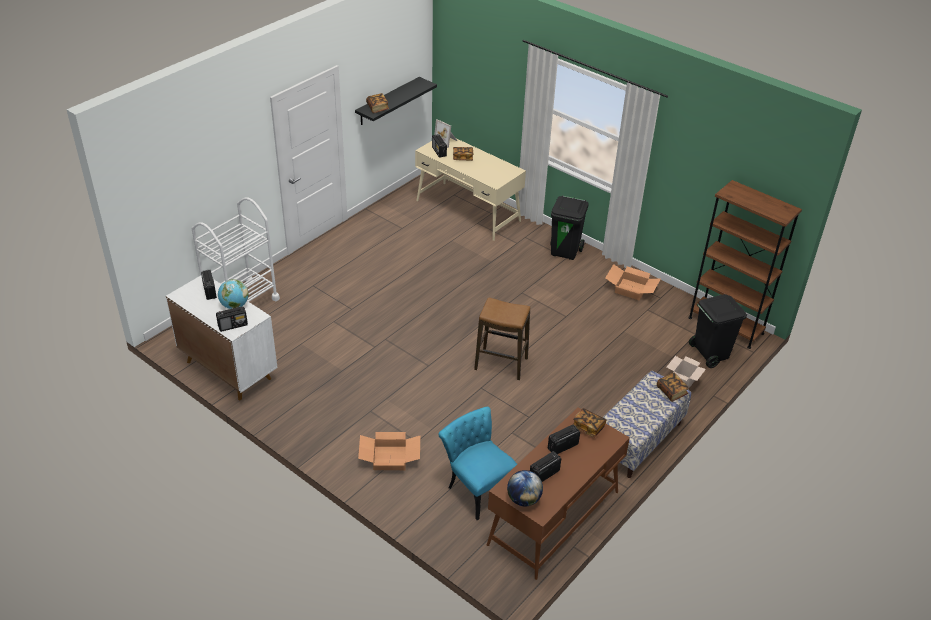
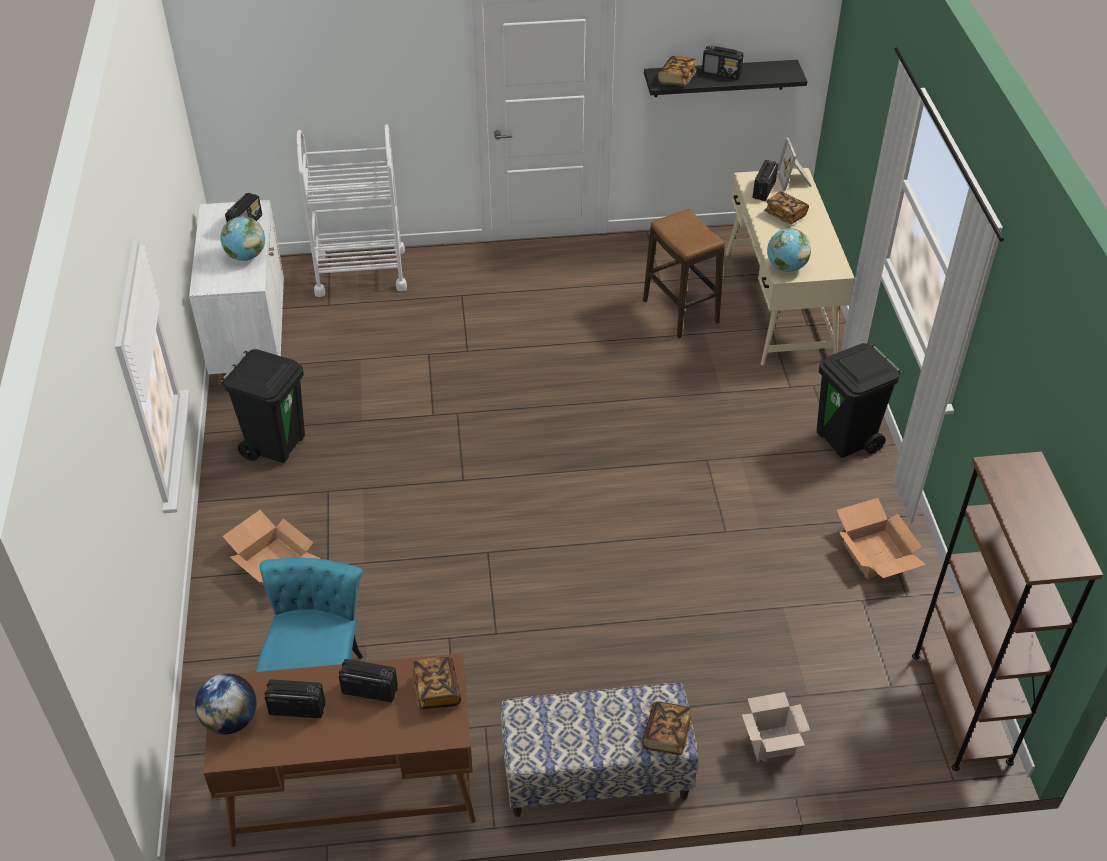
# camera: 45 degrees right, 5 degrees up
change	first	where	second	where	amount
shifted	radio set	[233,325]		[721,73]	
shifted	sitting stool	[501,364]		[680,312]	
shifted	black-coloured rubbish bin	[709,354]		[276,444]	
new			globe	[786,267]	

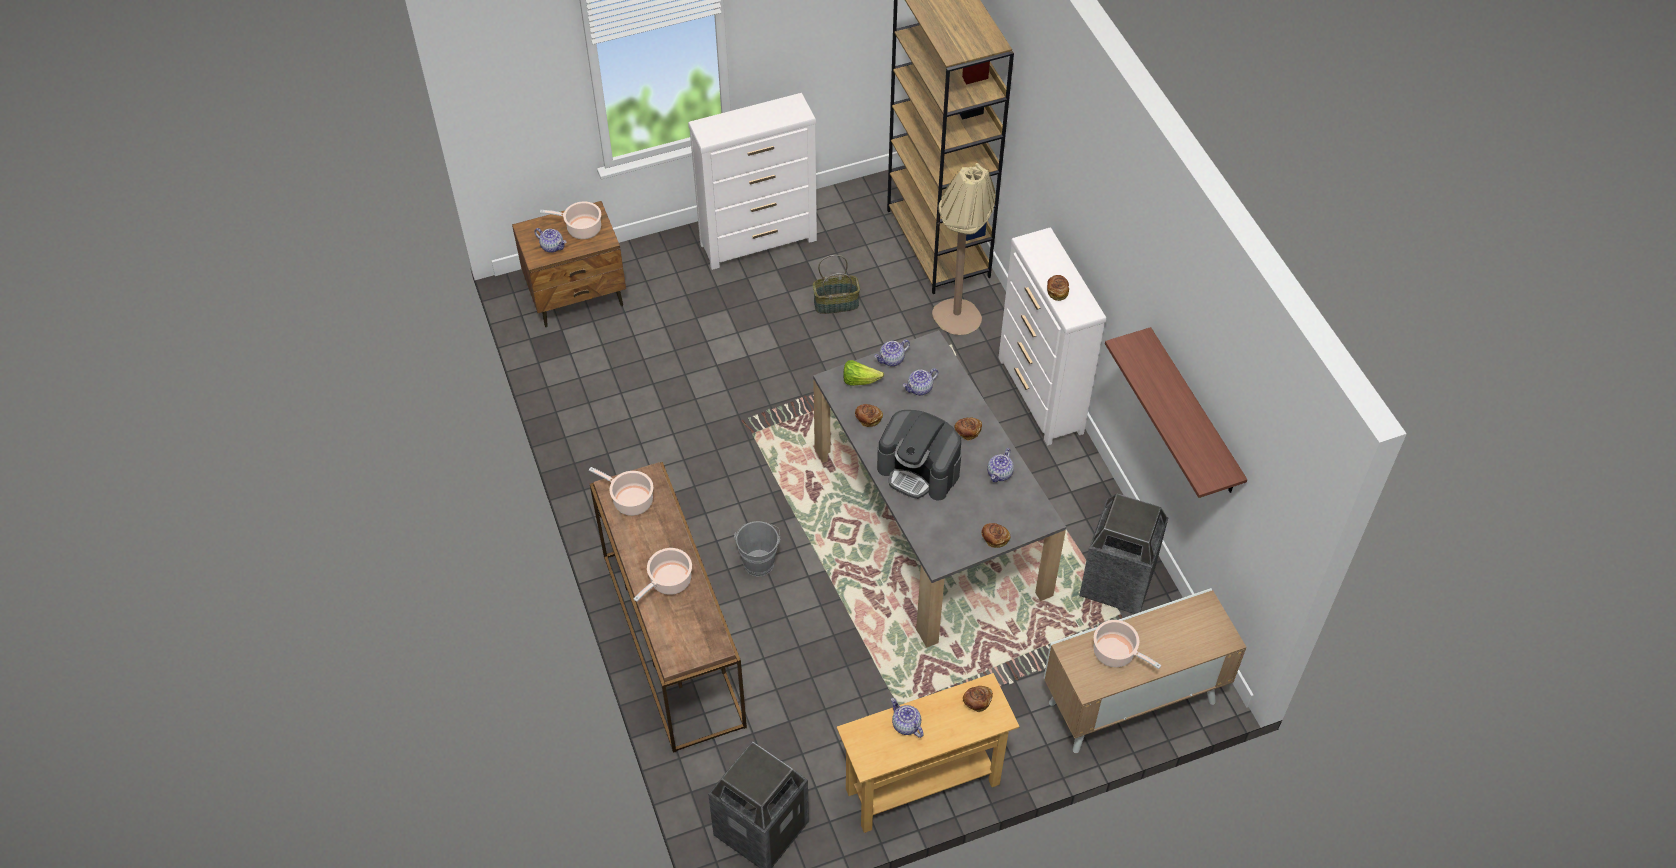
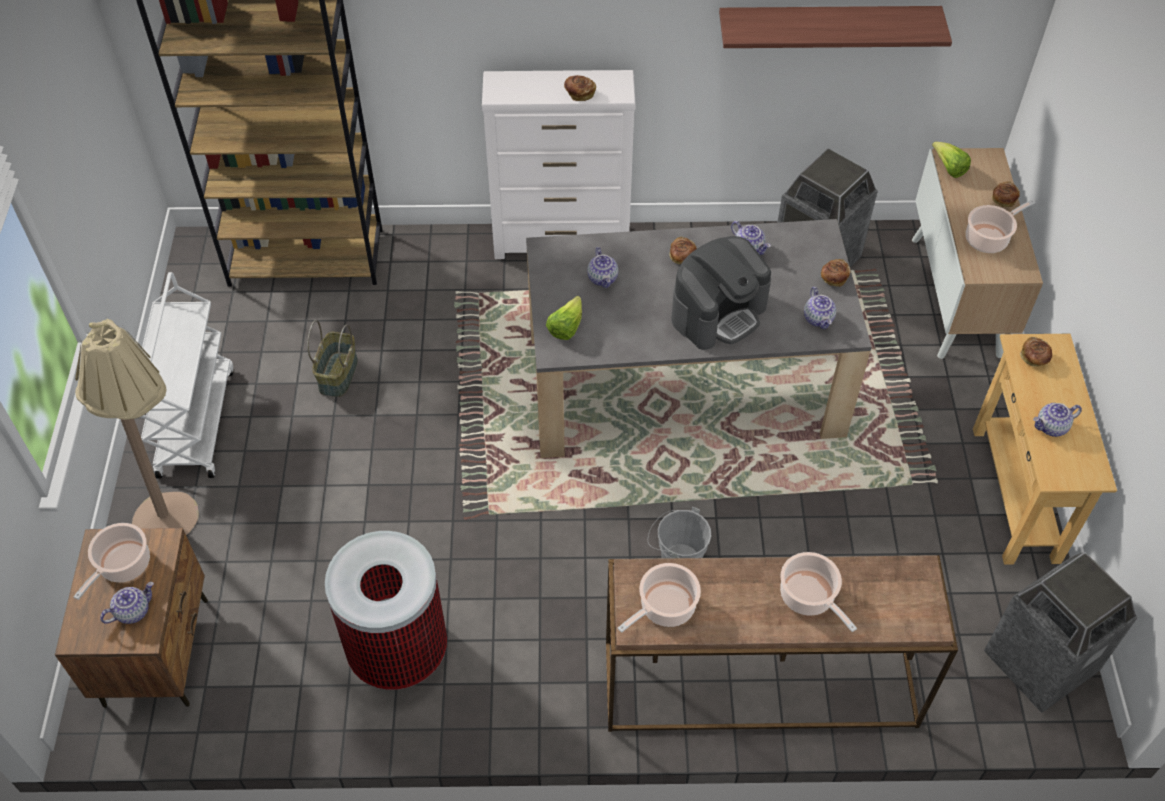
# camera: 70 degrees left, 0 degrees up
change	first	where	second	where	amount
swapped	white chest of drawers	[759,242]	white cart	[195,421]	
shifted	baked bread	[868,419]		[1003,200]	
shifted	teapot	[891,360]		[819,319]	
shifted	sand-coloured standard lamp	[955,326]		[178,525]	
new			rubbish bin	[398,651]	
new			lettuce head	[948,168]	

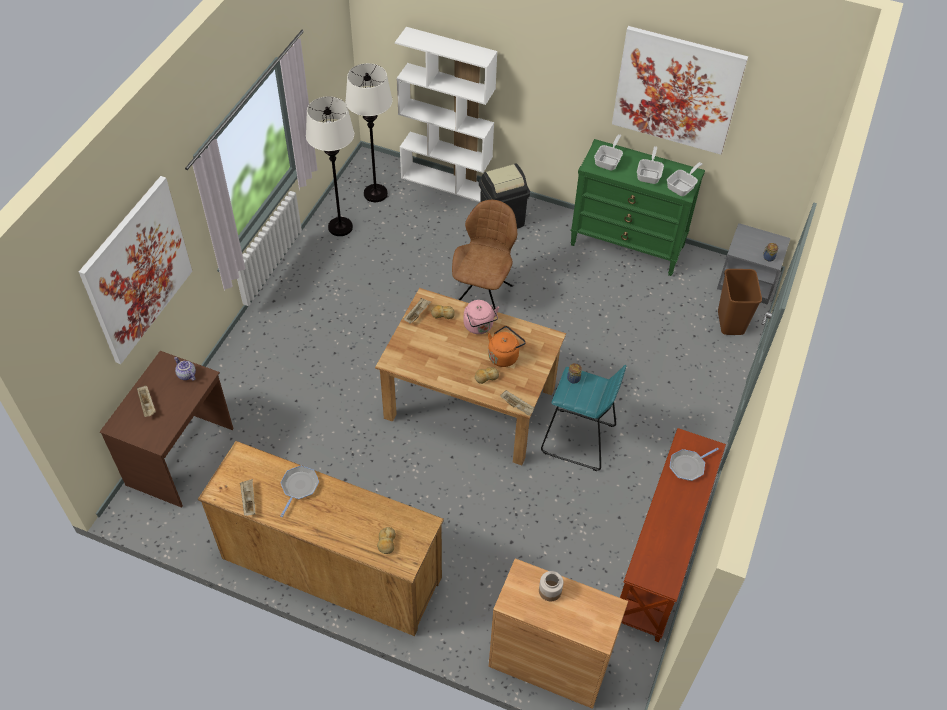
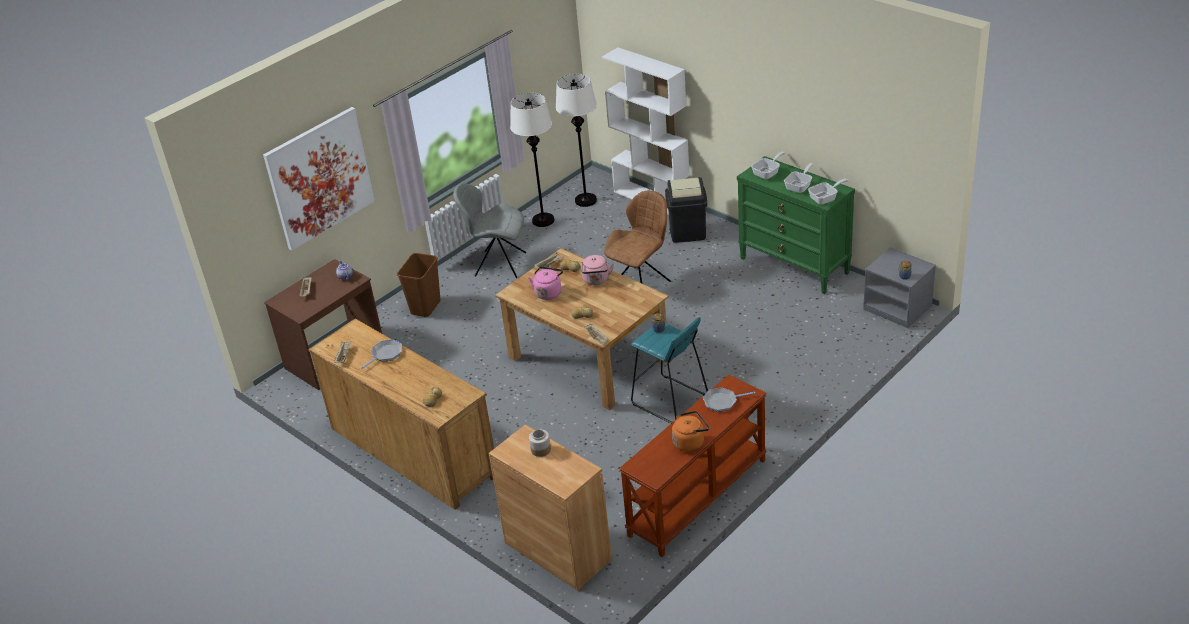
# camera: 25 degrees right, 15 degrees down
change	first	where	second	where	amount
shifted	orangey water kettle	[504,355]		[690,442]	
gone	wall art	[677,90]			
shifted	brownish rubbish bin	[731,323]		[426,308]	
new			gray plain chair	[498,264]	
new			pinkish water kettle	[548,292]	

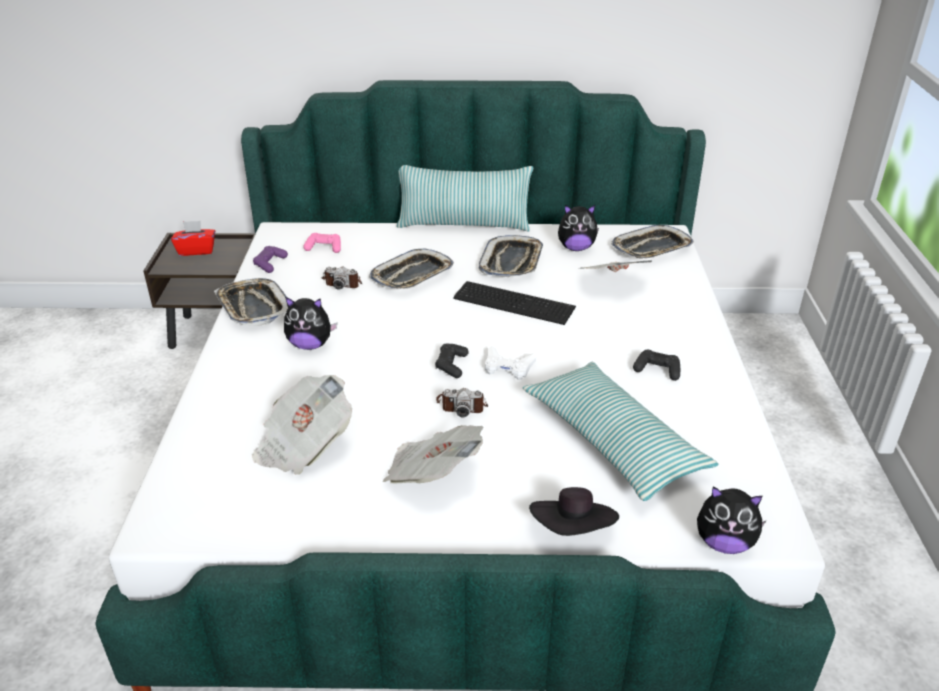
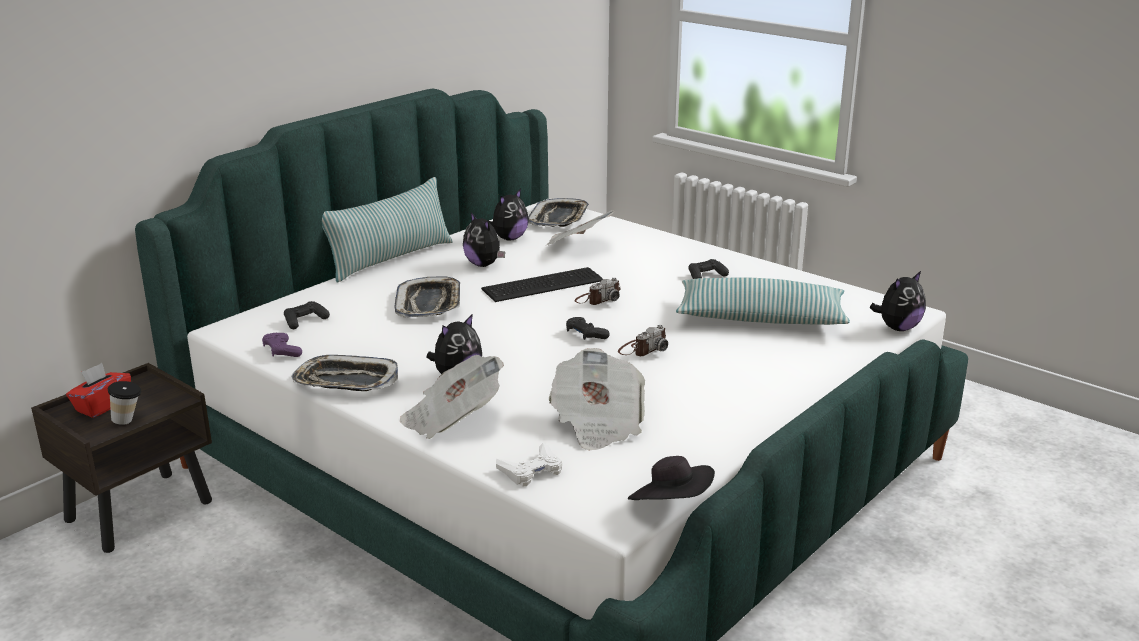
# camera: 50 degrees left, 10 degrees down
change	first	where	second	where	amount
repainted	pinkish joypad	[324,248]	black-coloured joypad	[305,321]	
shifted	still camera	[343,282]		[598,299]	
shifted	printed paper	[432,474]		[452,420]	
swapped	tray	[511,262]	cuddly toy	[484,264]	
shifted	white joypad	[508,367]		[531,471]	
shifted	black-coloured clothing hat	[573,530]		[671,504]	
new			drinking cup	[129,421]	

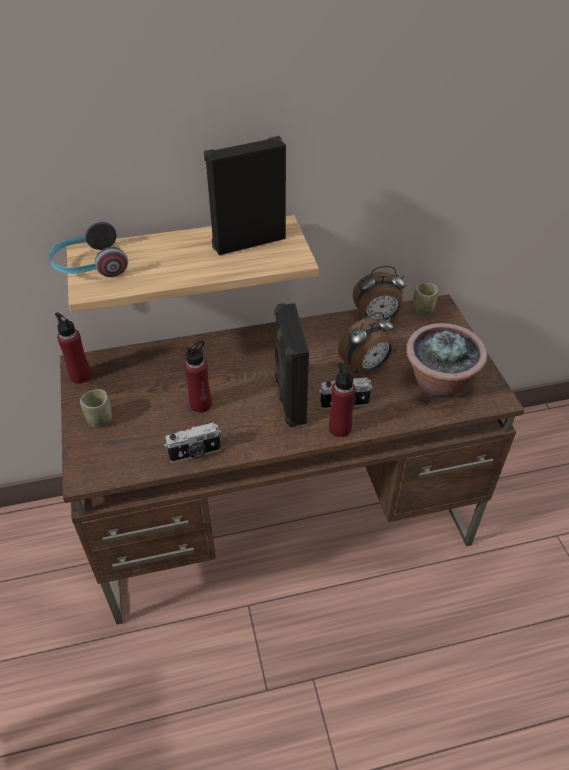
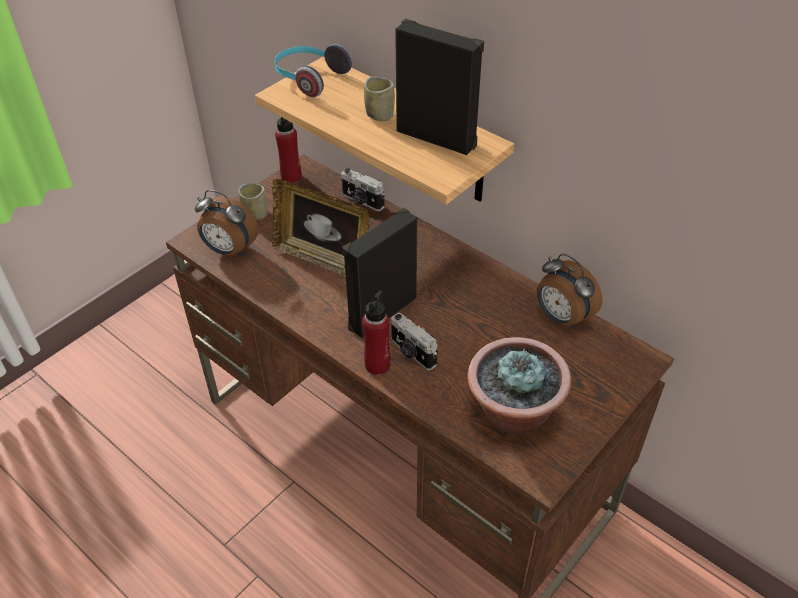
# camera: 55 degrees right, 0 degrees up
change	first	where	second	where	amount
shifted	still camera	[195,453]		[362,201]	
swapped	red drink bottle	[201,404]	photo frame	[323,259]	
shifted	bedside clock	[365,367]		[229,250]	
shifted	drinking cup	[422,310]		[379,115]	

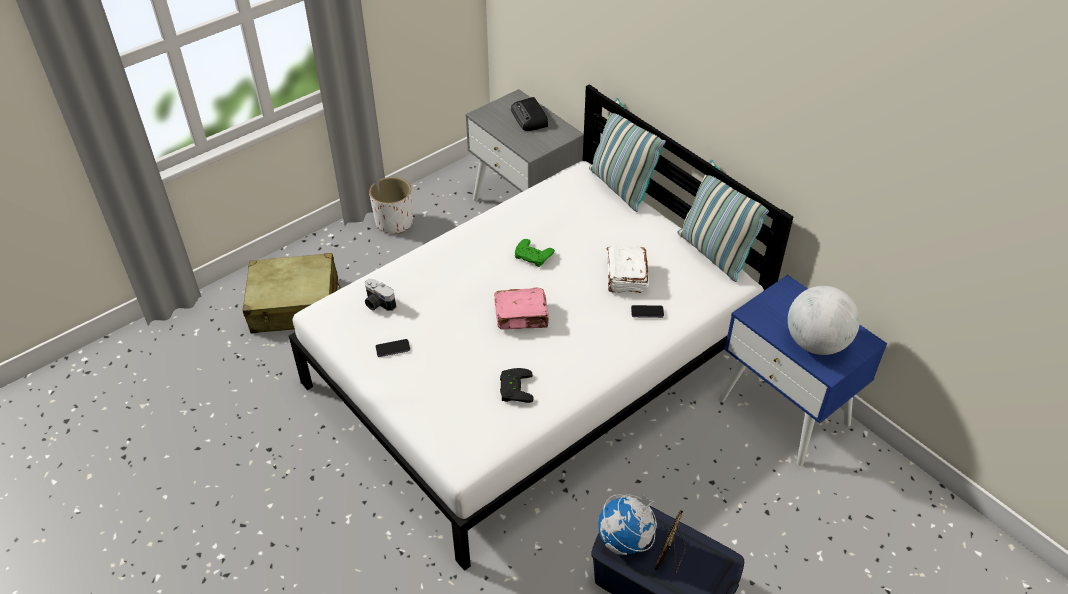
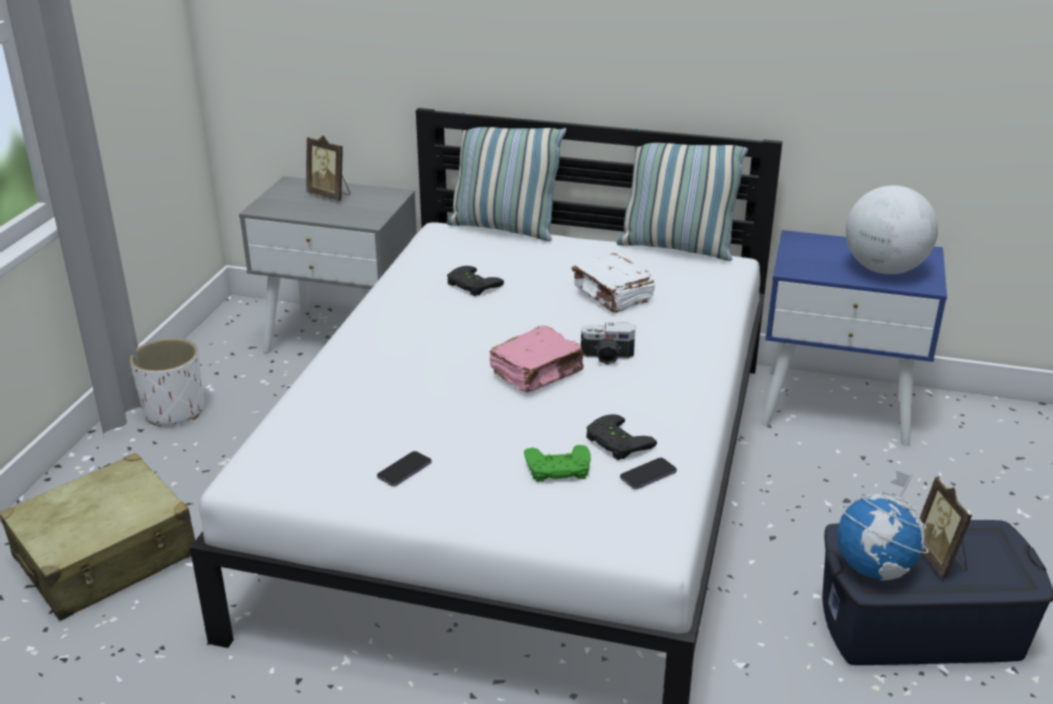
# camera: 35 degrees left, 15 degrees down
change	first	where	second	where	amount
shifted	still camera	[378,304]		[607,357]	
swapped	radio set	[530,118]	photo frame	[330,195]	
shifted	green-coloured joypad	[532,256]		[558,470]	
shifted	phone	[647,312]		[648,475]	
new			black-coloured joypad	[471,285]	

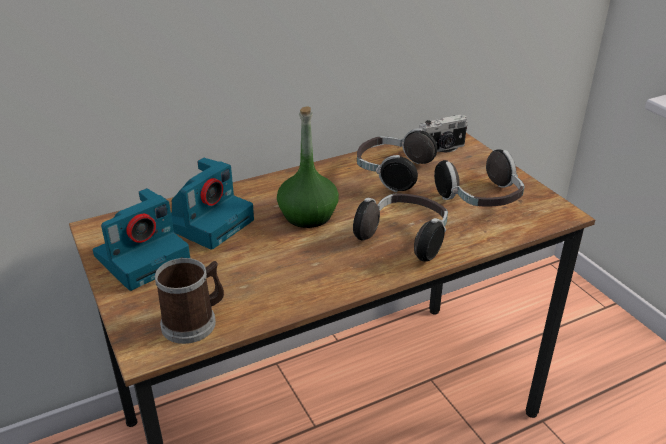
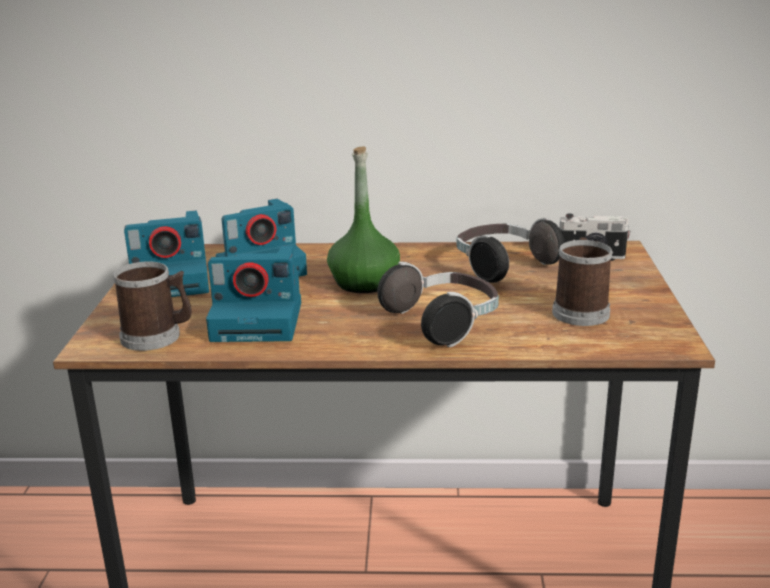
# camera: 30 degrees right, 10 degrees down
change	first	where	second	where	amount
swapped	headset	[481,200]	mug	[580,310]	
new			still camera	[260,321]	

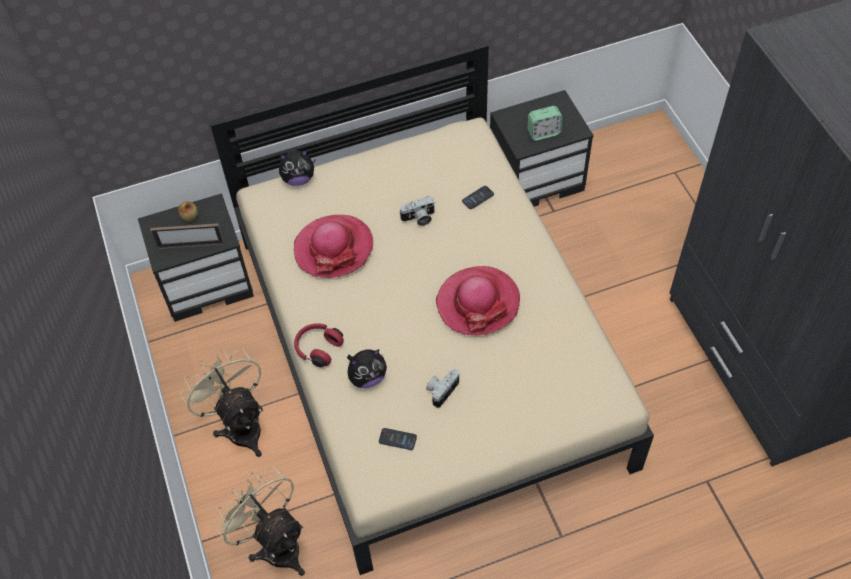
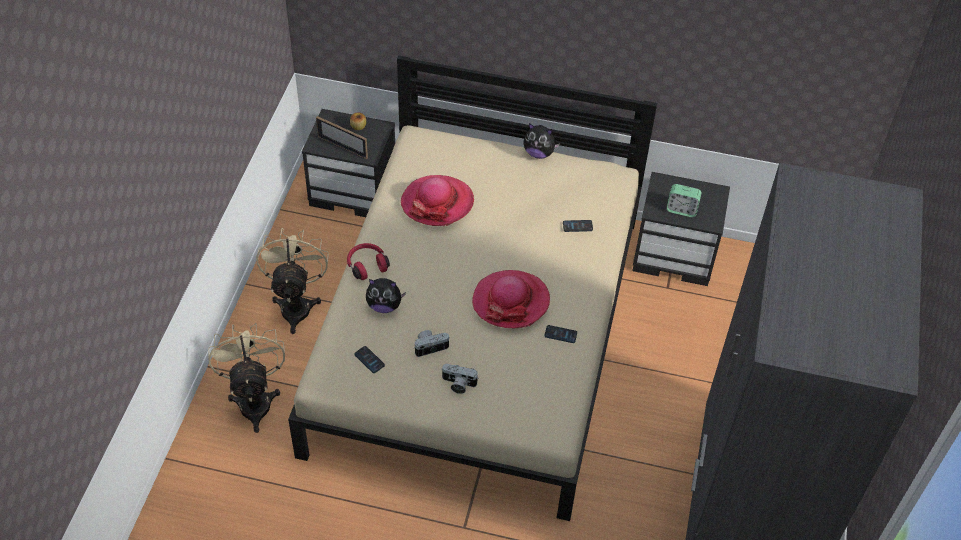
# camera: 30 degrees right, 5 degrees down
change	first	where	second	where	amount
shifted	cuddly toy	[298,179]		[539,153]	
shifted	still camera	[419,218]		[458,384]	
new			phone	[560,334]	

